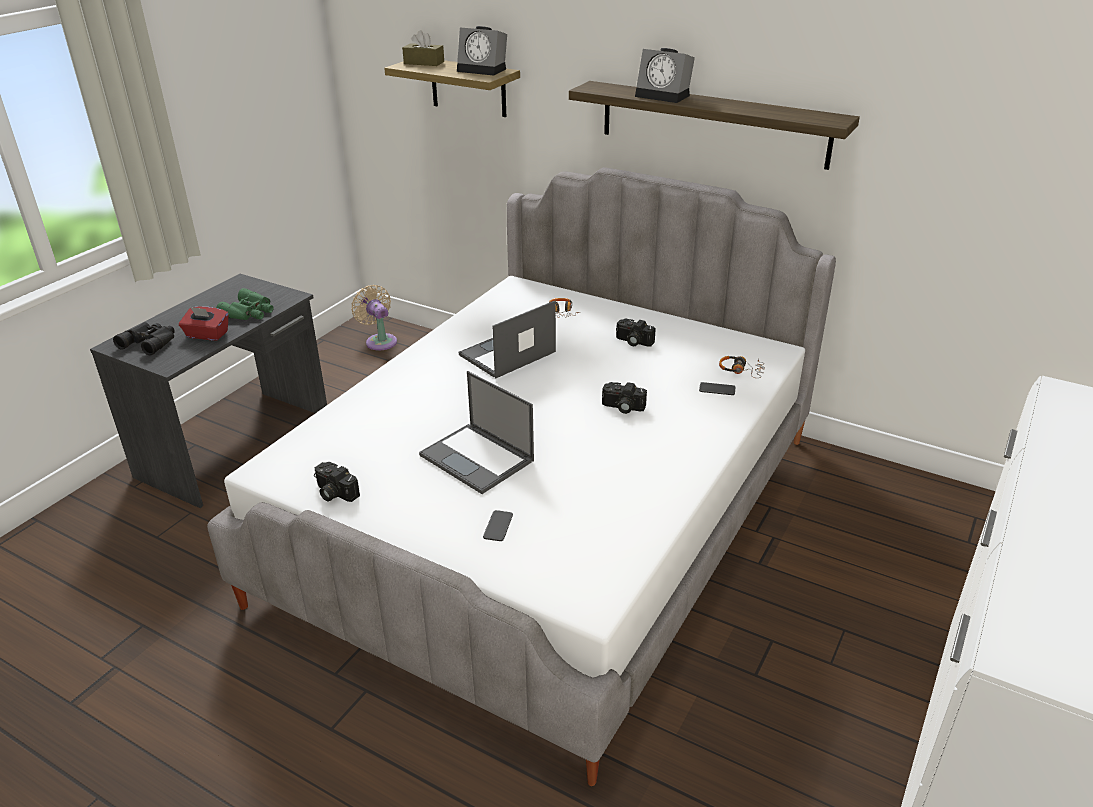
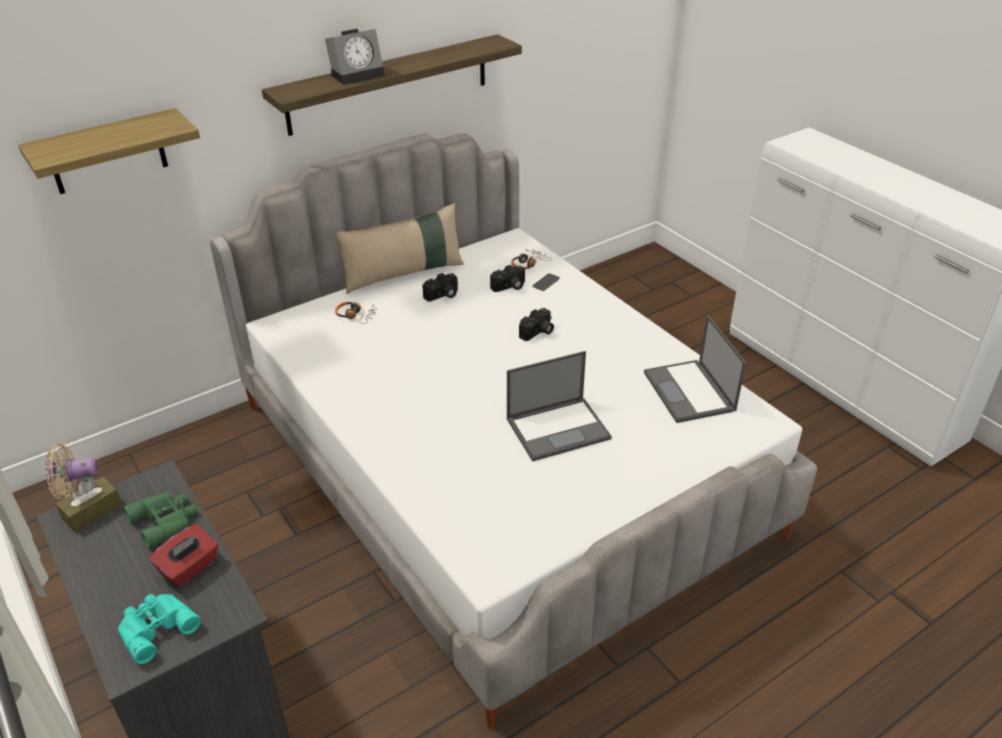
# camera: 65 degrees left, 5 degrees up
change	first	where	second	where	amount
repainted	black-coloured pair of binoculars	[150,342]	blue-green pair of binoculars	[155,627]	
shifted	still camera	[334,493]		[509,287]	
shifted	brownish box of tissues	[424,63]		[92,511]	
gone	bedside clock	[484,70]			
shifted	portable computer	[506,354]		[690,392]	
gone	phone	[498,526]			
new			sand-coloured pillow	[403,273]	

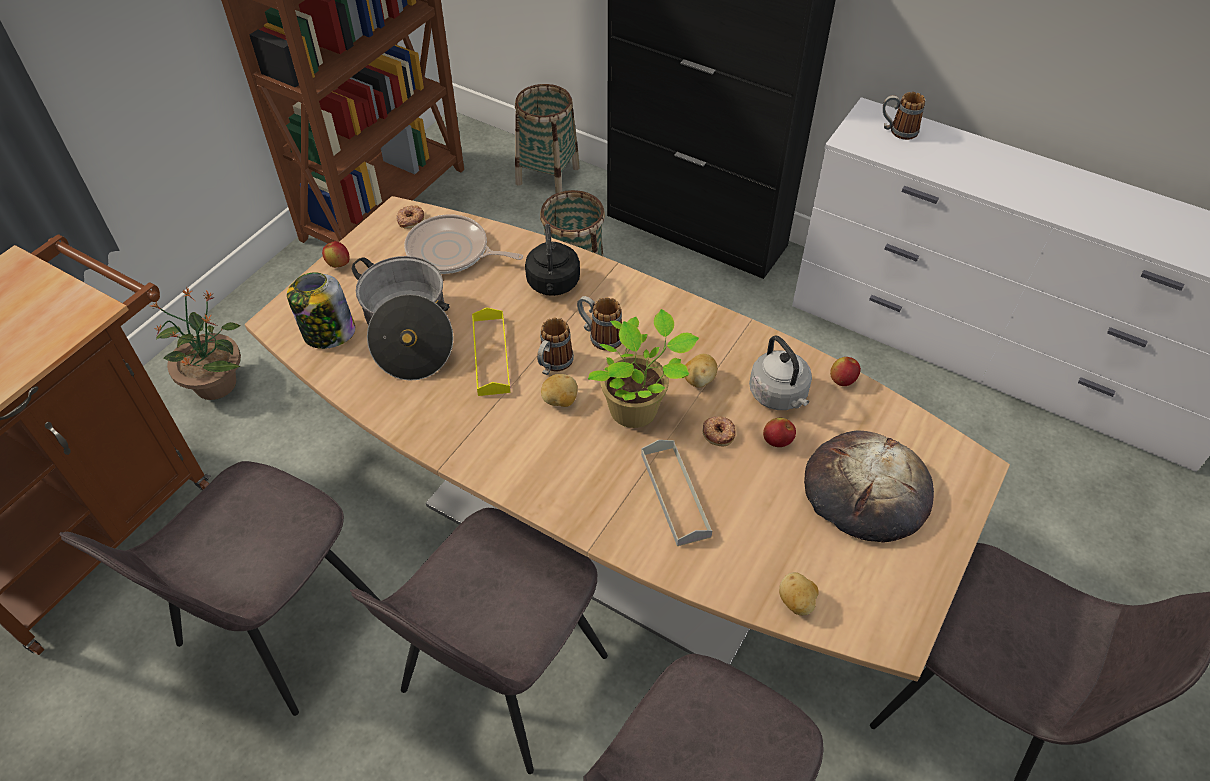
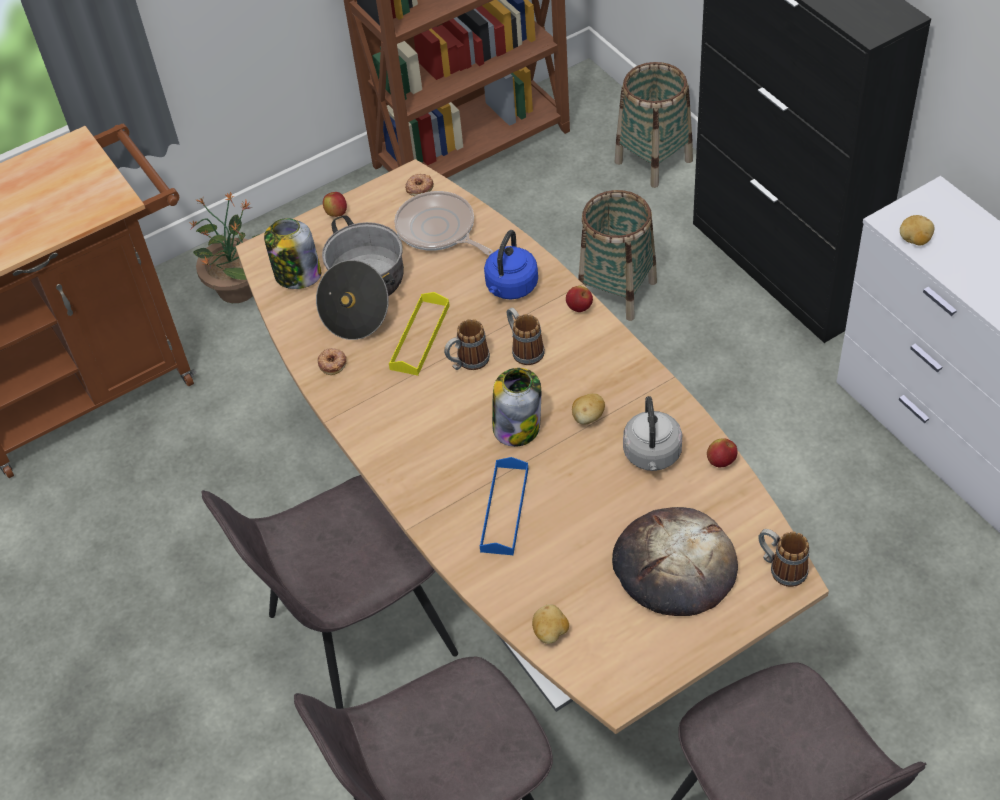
# camera: 30 degrees right, 0 degrees up
change	first	where	second	where	amount
gone	gray plain chair	[276,628]			
repainted	black-coloured water kettle	[553,285]	blue water kettle	[510,288]	
shifted	whole potato	[560,401]		[914,240]	
swapped	houseplant	[637,410]	storage jar	[517,426]	
repainted	gray tray	[675,494]	blue tray	[504,509]	
shifted	ring doughnut	[718,433]		[332,363]	
shifted	whole apple	[777,441]		[579,308]	
shifted	mug	[897,131]		[781,568]	

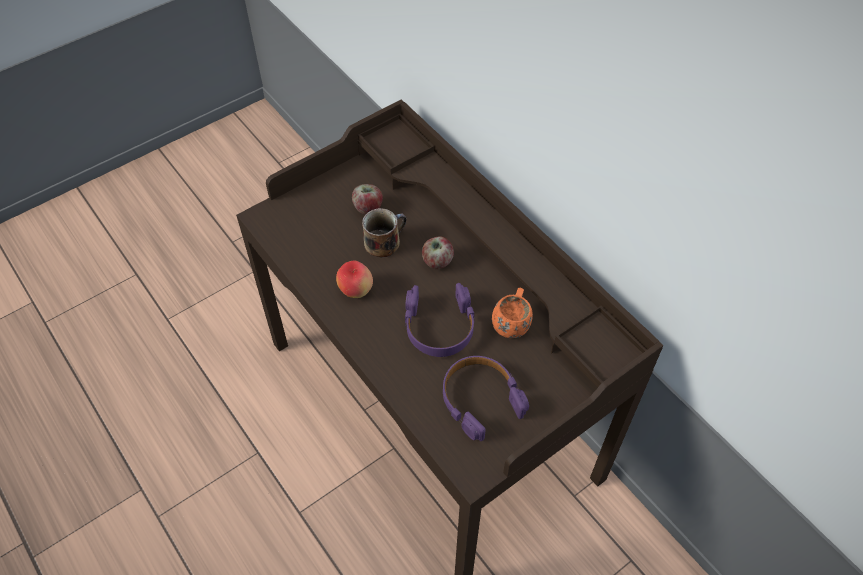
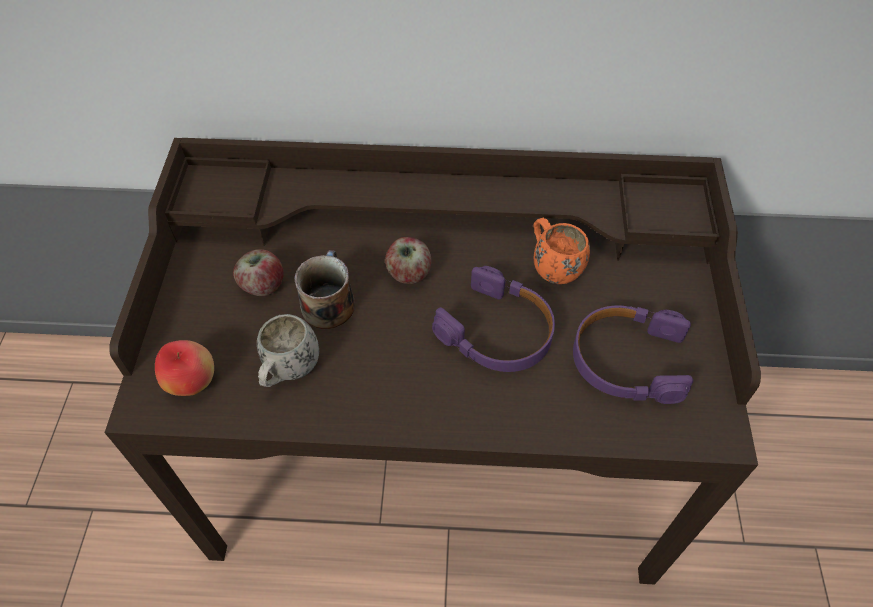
# camera: 50 degrees left, 0 degrees up
change	first	where	second	where	amount
shifted	whole apple	[356,291]		[192,383]	
new			white mug	[288,371]	

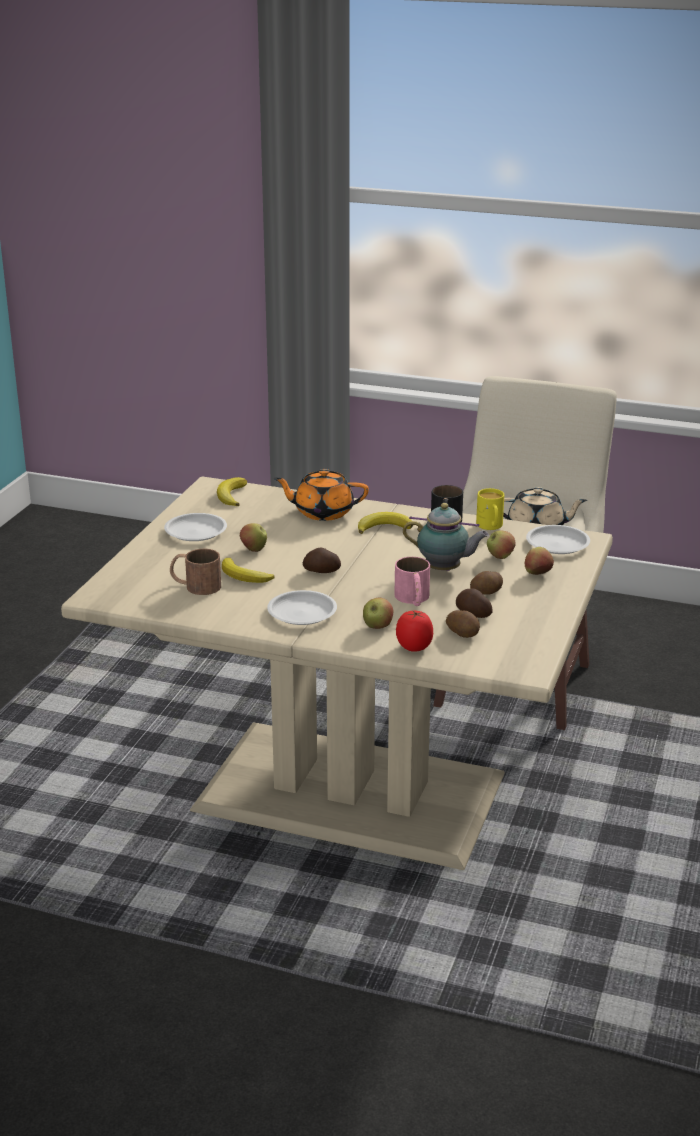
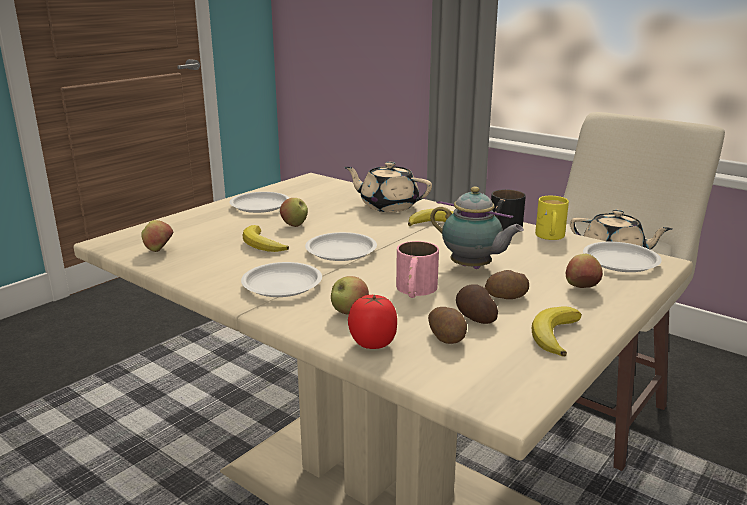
# camera: 20 degrees right, 5 degrees down
change	first	where	second	where	amount
gone	brownish mug	[195,585]			
shifted	whole banana	[231,495]		[554,335]	
repainted	orangey teapot	[322,512]	sand-coloured teapot	[388,206]	
swapped	whole potato	[322,571]	white plate	[341,251]	
shifted	whole apple	[500,557]		[159,250]	

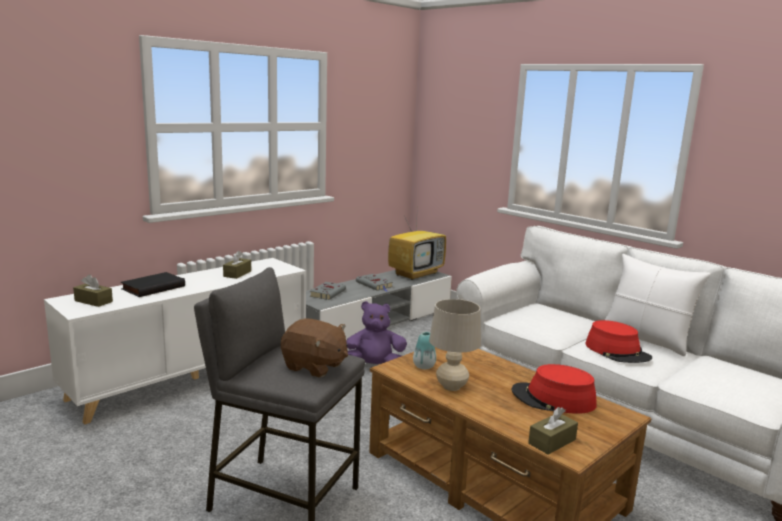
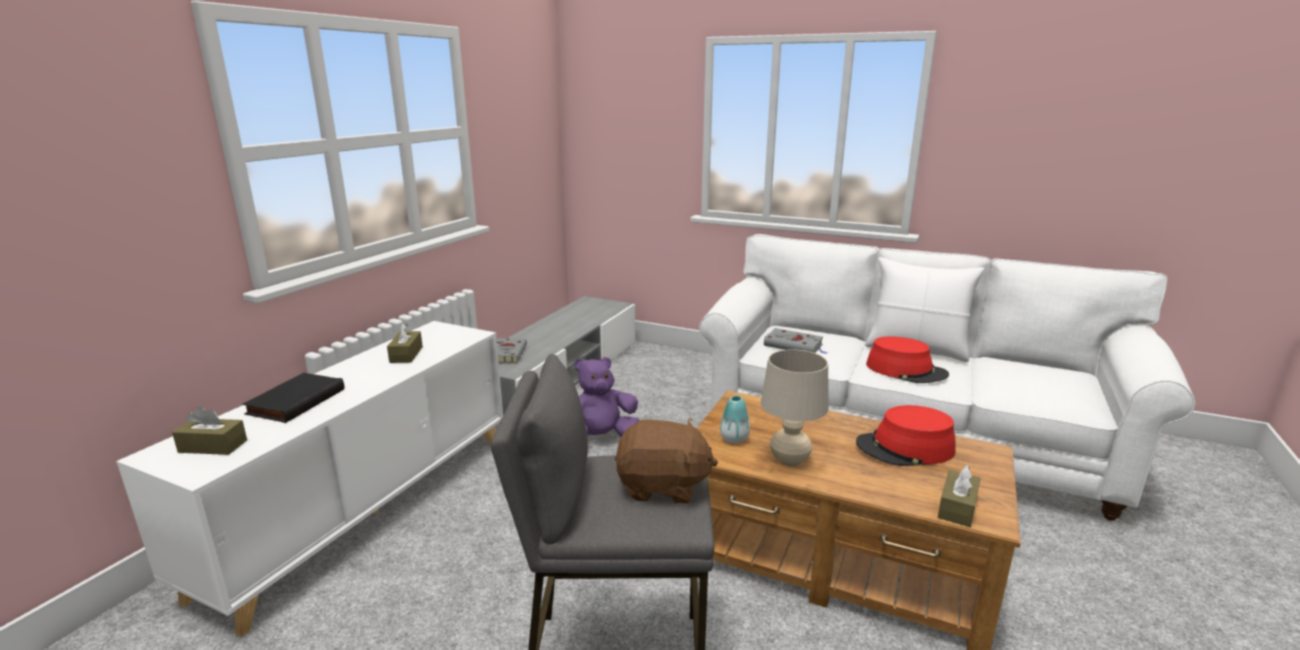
# camera: 20 degrees left, 5 degrees up
change	first	where	second	where	amount
shifted	gray book	[375,285]		[795,345]	
gone	television	[416,274]			

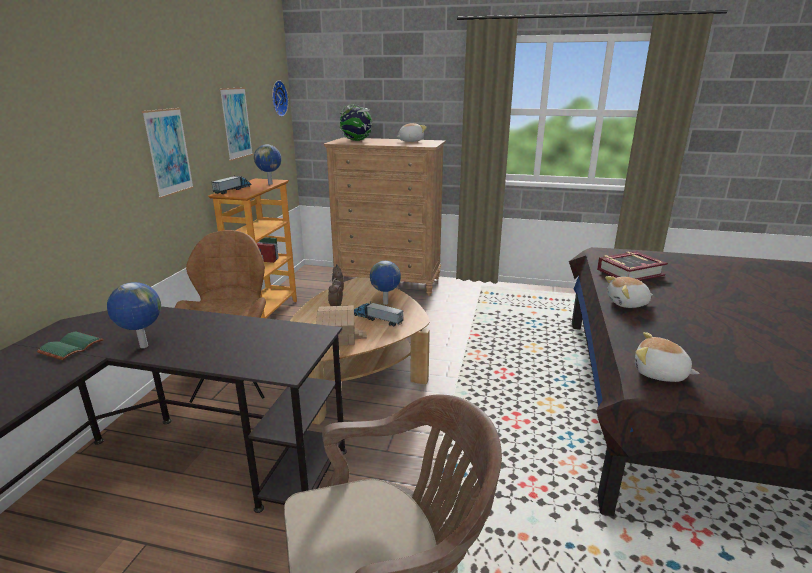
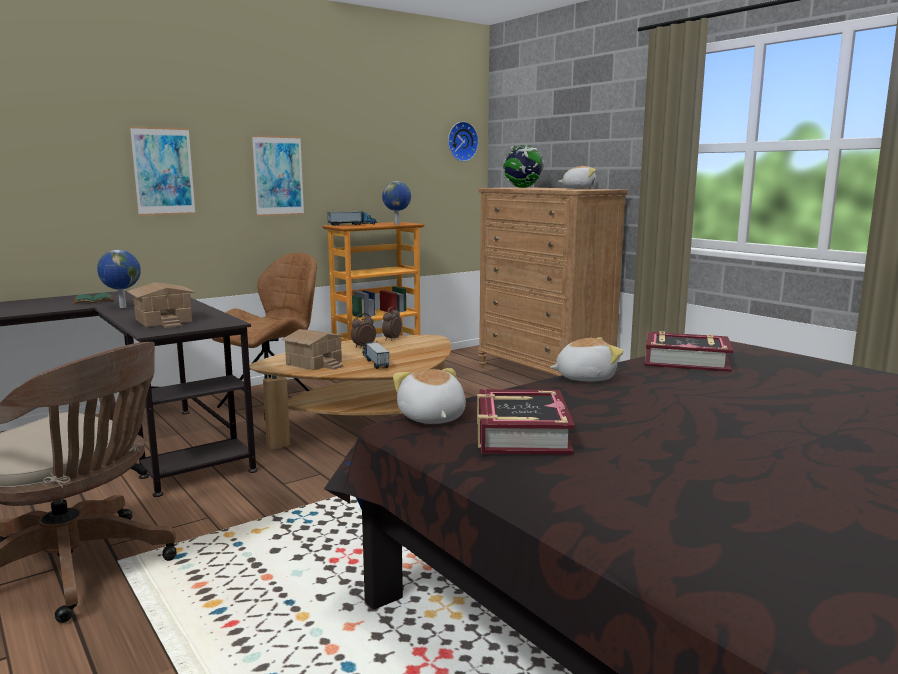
# camera: 40 degrees right, 10 degrees down
change	first	where	second	where	amount
shifted	wall art	[236,123]		[163,171]	
gone	globe	[385,303]			
rotated	cuddly toy	[627,303]		[584,377]	135 degrees clockwise
new			miniature house	[162,321]	
new			book	[521,433]	

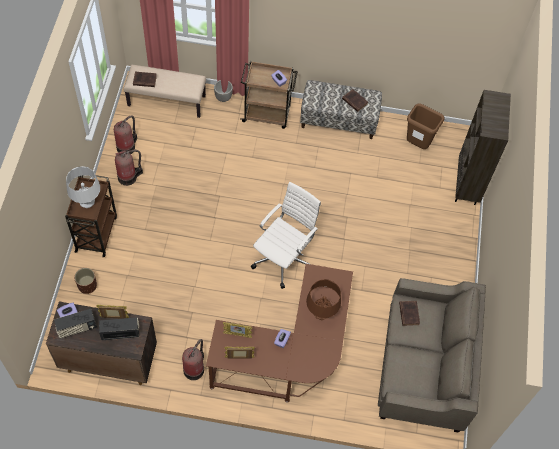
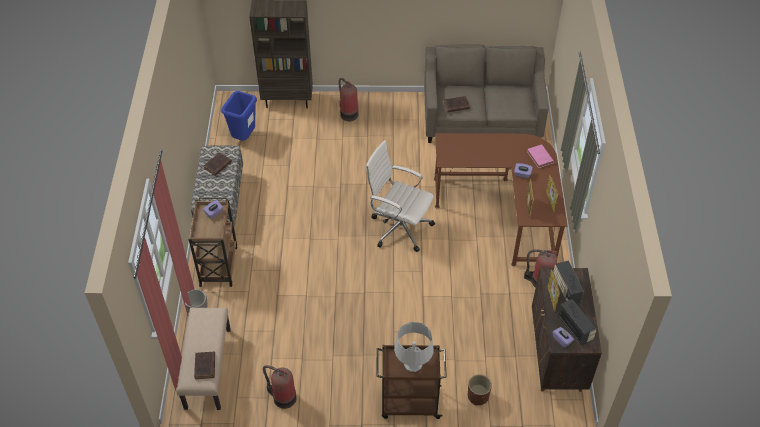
# camera: 95 degrees left, 10 degrees down
change	first	where	second	where	amount
shifted	extinguisher	[129,177]		[348,114]	
gone	brownish lamp for a table	[321,312]			
repainted	brownish rubbish bin	[418,144]	blue rubbish bin	[244,137]	
new			pinkish book	[540,158]	

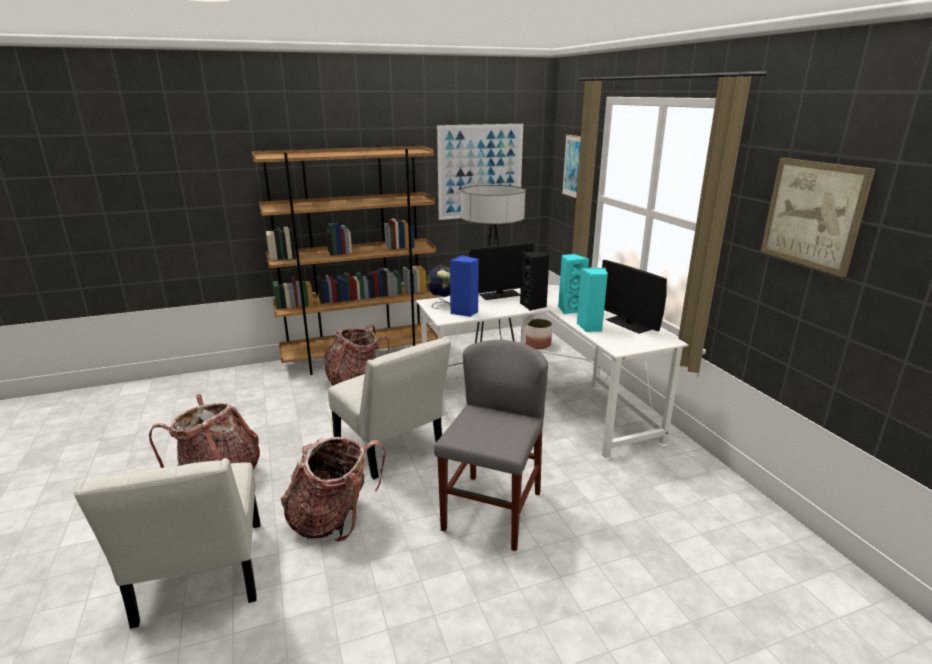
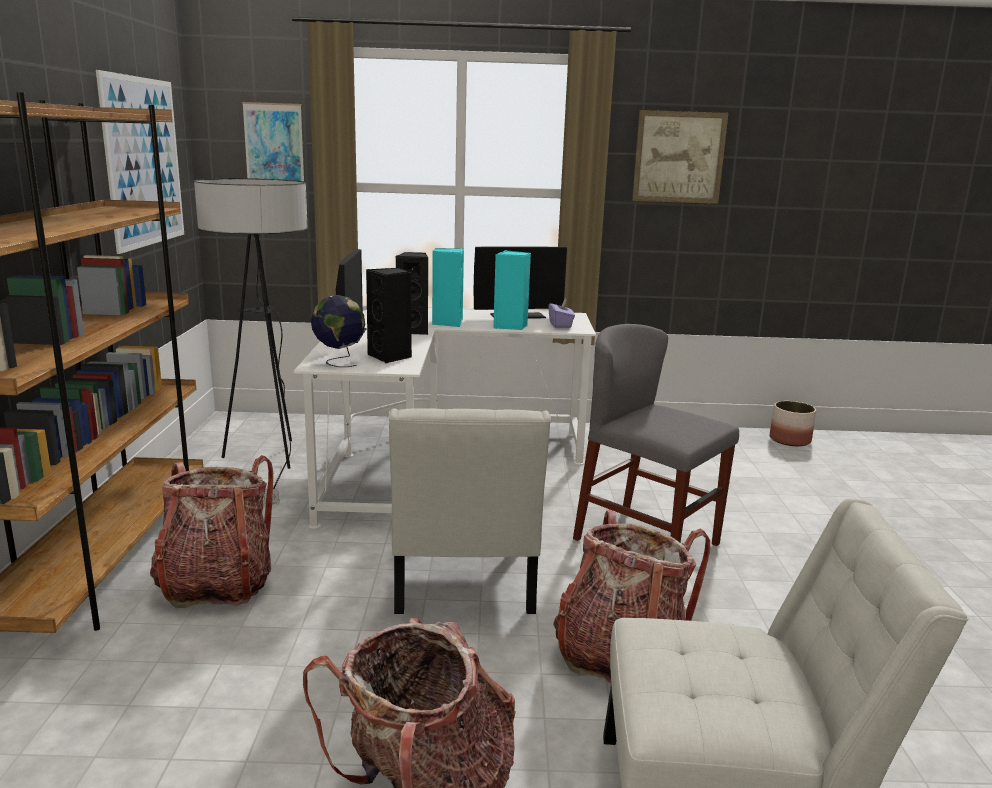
# camera: 70 degrees left, 5 degrees down
change	first	where	second	where	amount
rotated	white plain chair	[391,448]		[463,583]	105 degrees clockwise
repainted	blue audio speaker	[465,312]	black-coloured audio speaker	[391,357]	
shifted	plant pot	[537,344]		[790,440]	
new			purple-coloured box of tissues	[560,325]	

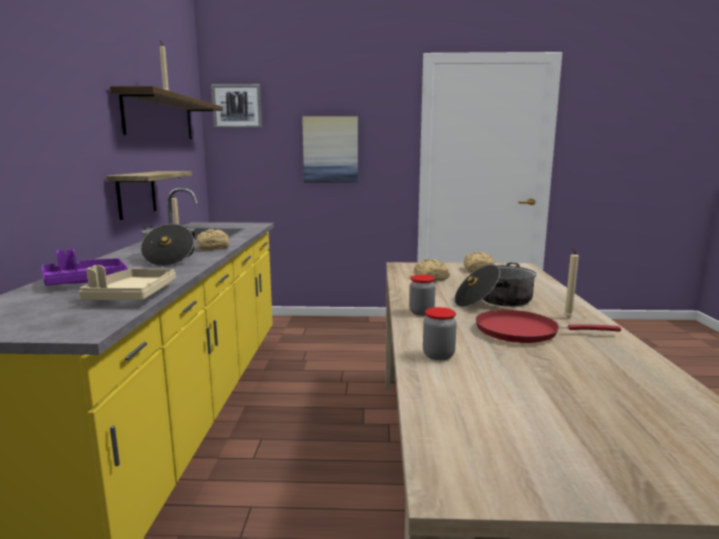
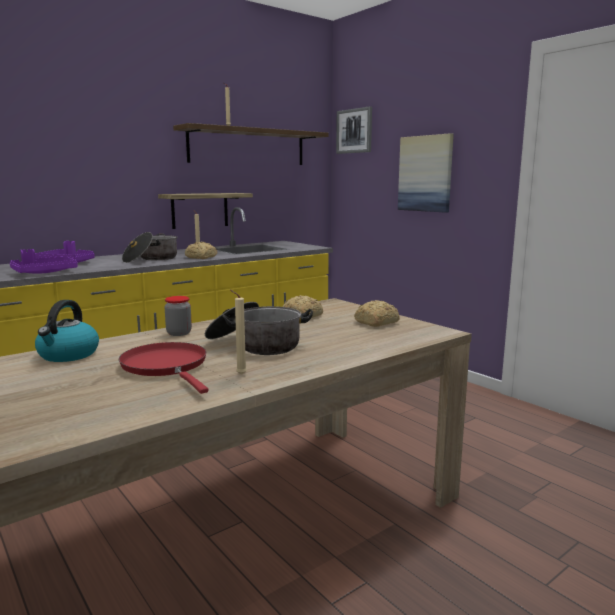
# camera: 50 degrees right, 0 degrees up
change	first	where	second	where	amount
repainted	sand-coloured tray	[131,296]	purple-coloured tray	[44,272]	
swapped	storage jar	[438,355]	water kettle	[68,355]	

